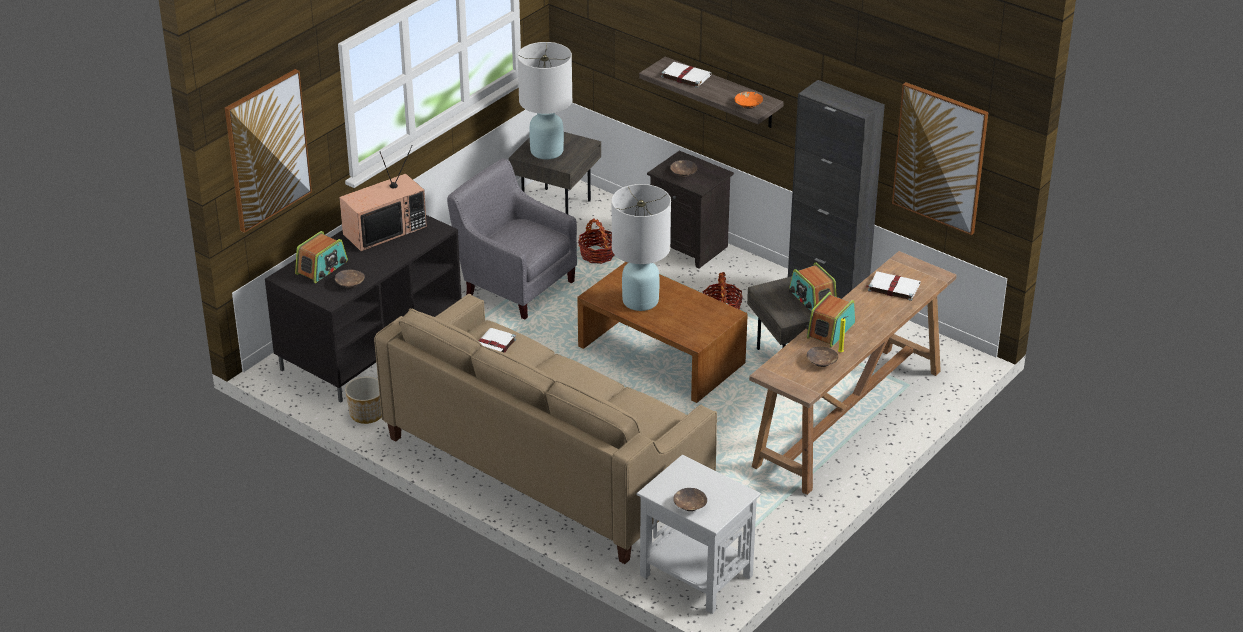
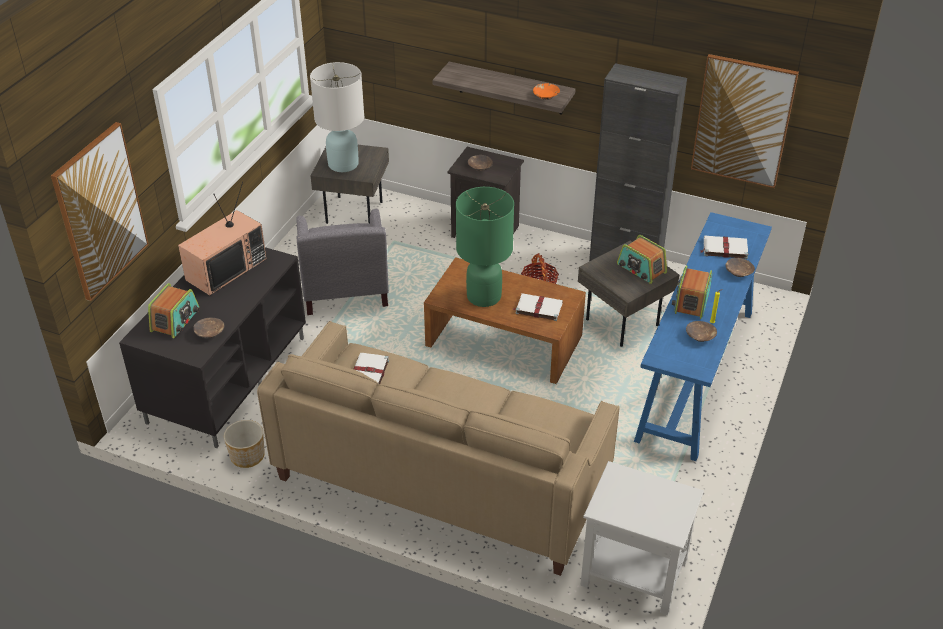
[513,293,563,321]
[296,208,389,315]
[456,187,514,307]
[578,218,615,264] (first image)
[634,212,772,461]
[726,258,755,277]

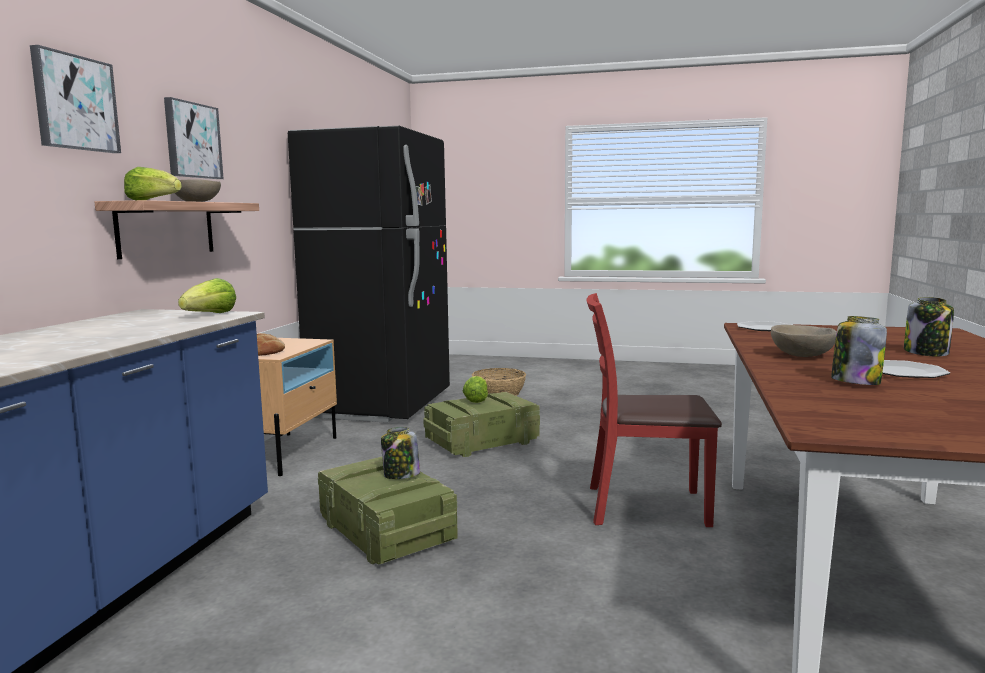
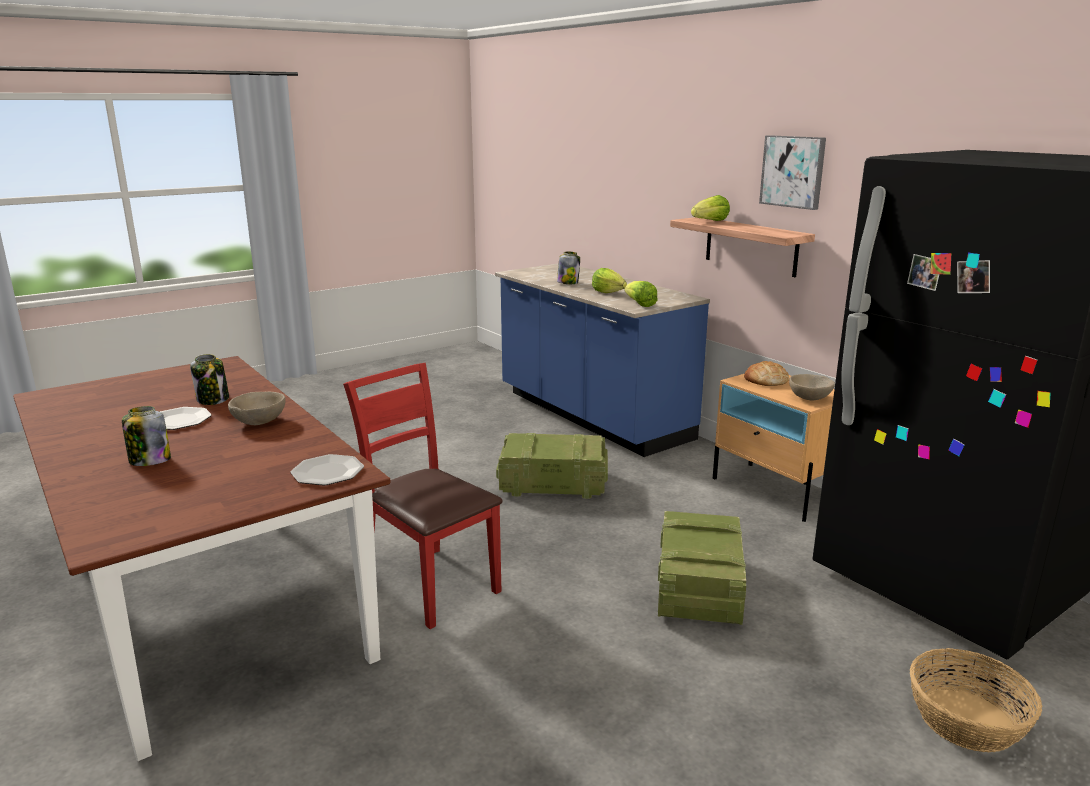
[30,45,121,153] (first image)
[789,374,835,400]
[343,363,503,629]
[592,268,627,293]
[557,252,580,284]

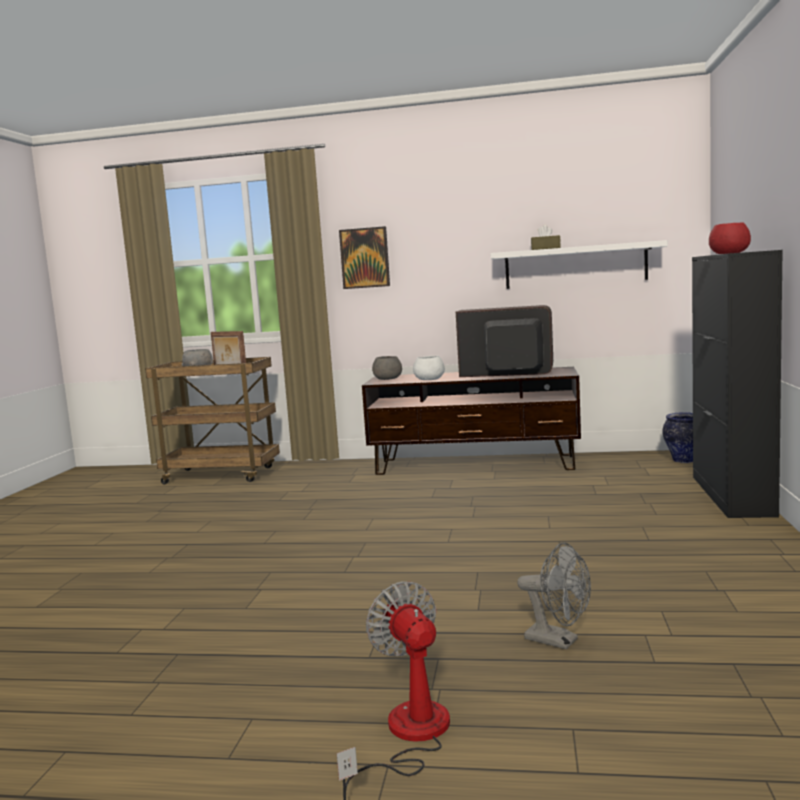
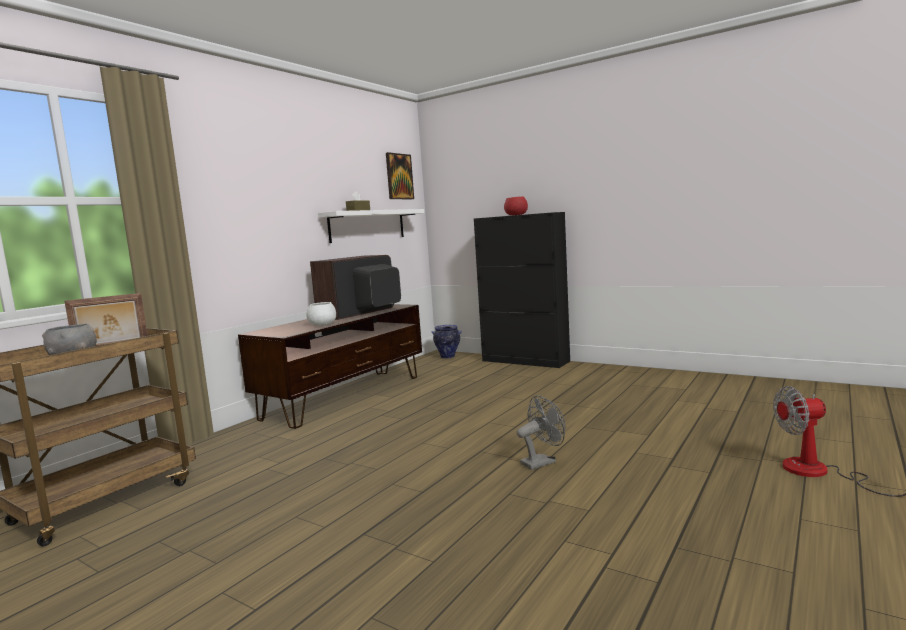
[386,152,414,199]
[372,356,402,380] (first image)
[517,395,565,470]

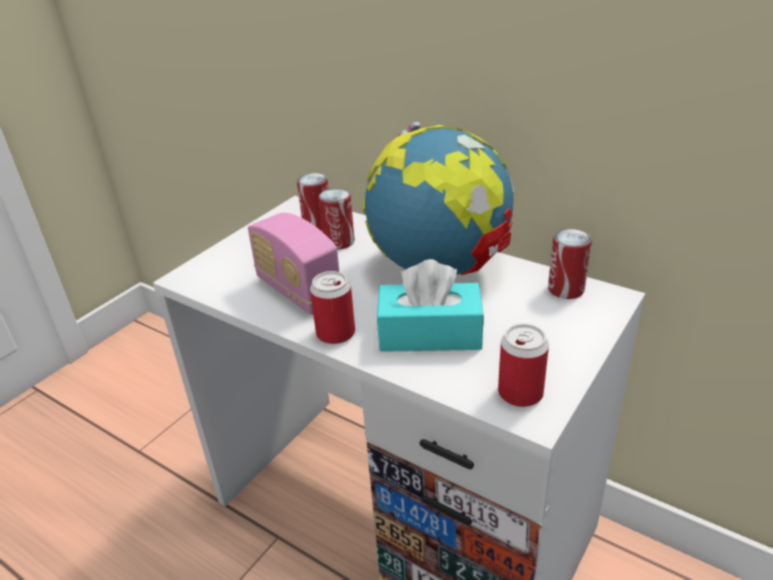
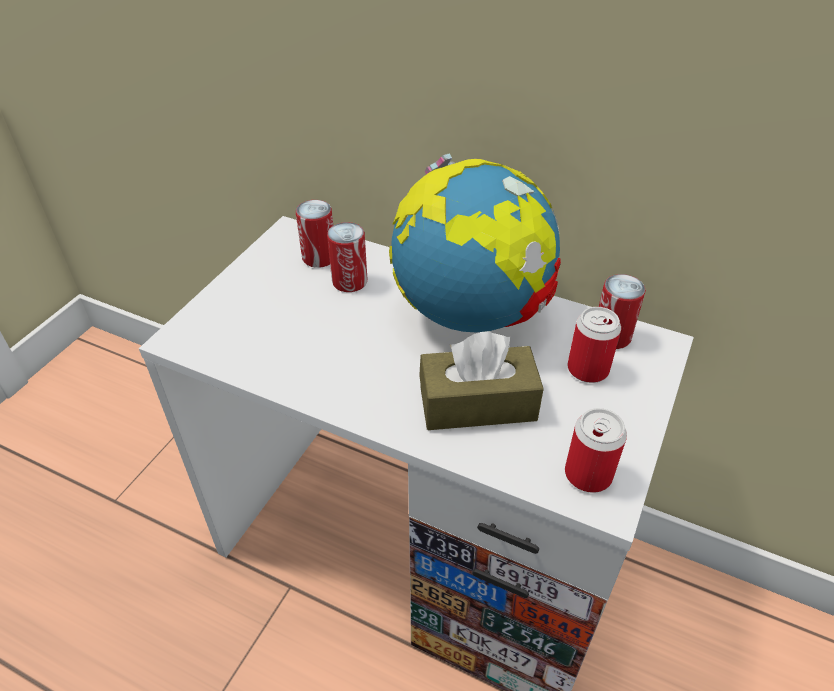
[248,213,340,315] (first image)
[419,331,544,430]
[568,307,621,383]

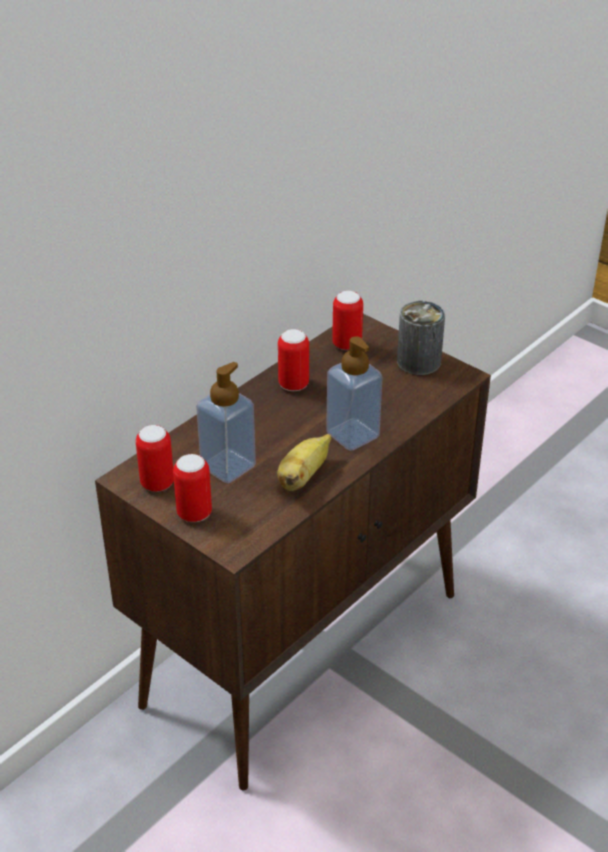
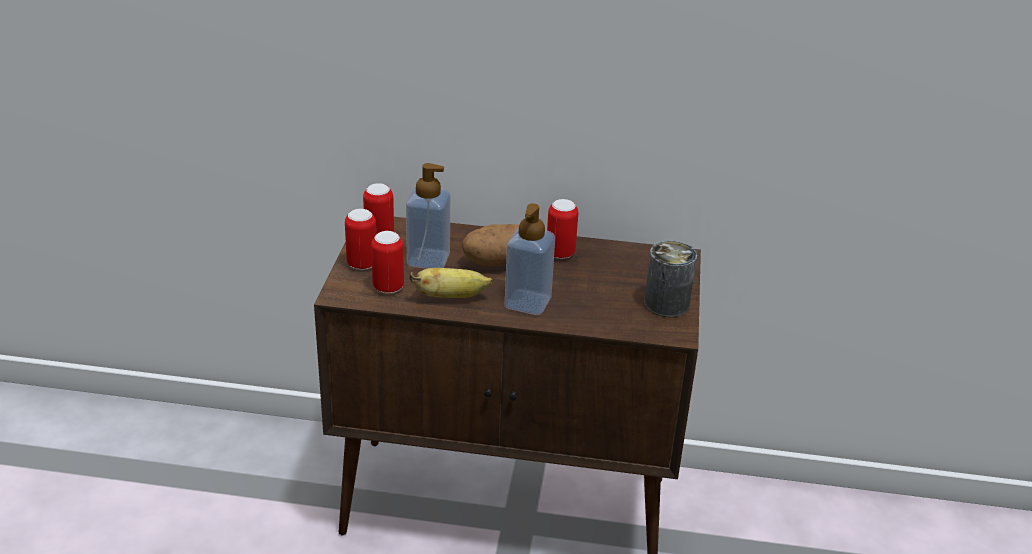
[371,231,404,294]
[461,224,519,267]

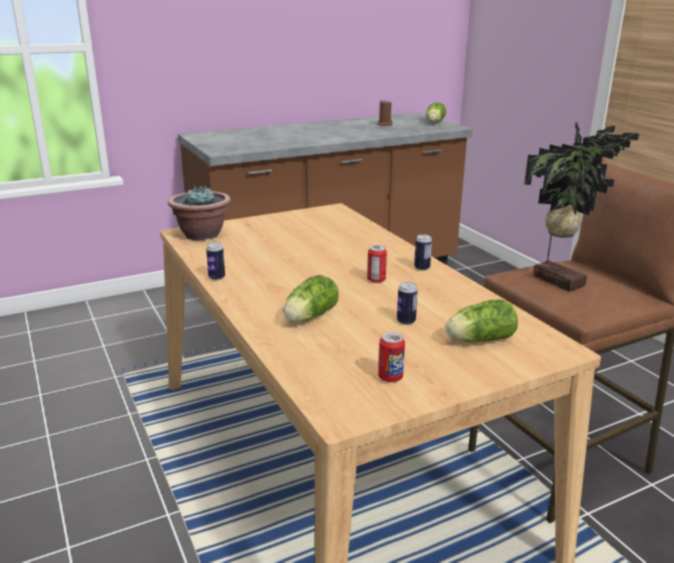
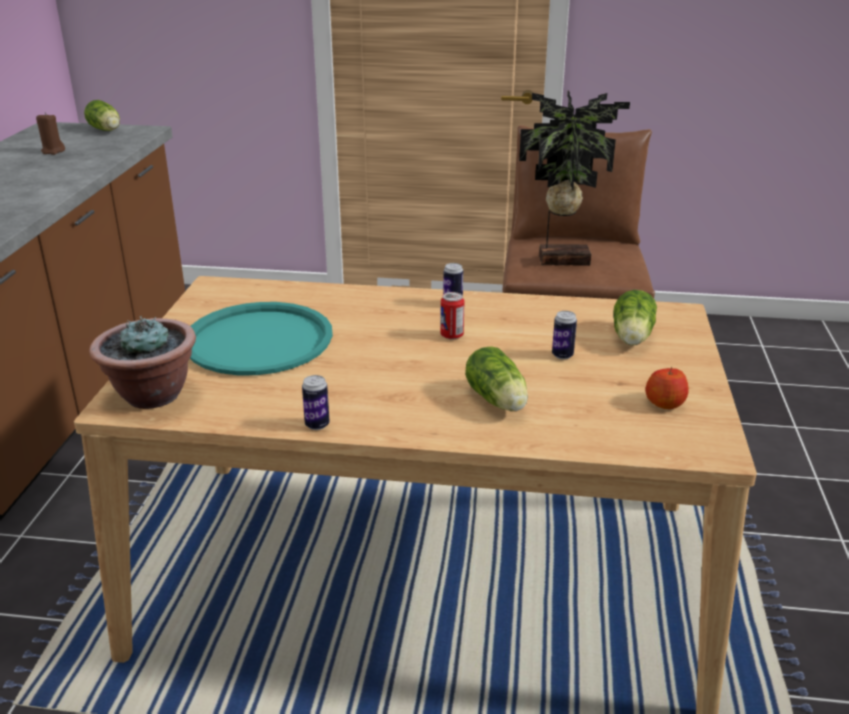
[645,367,689,409]
[190,302,333,375]

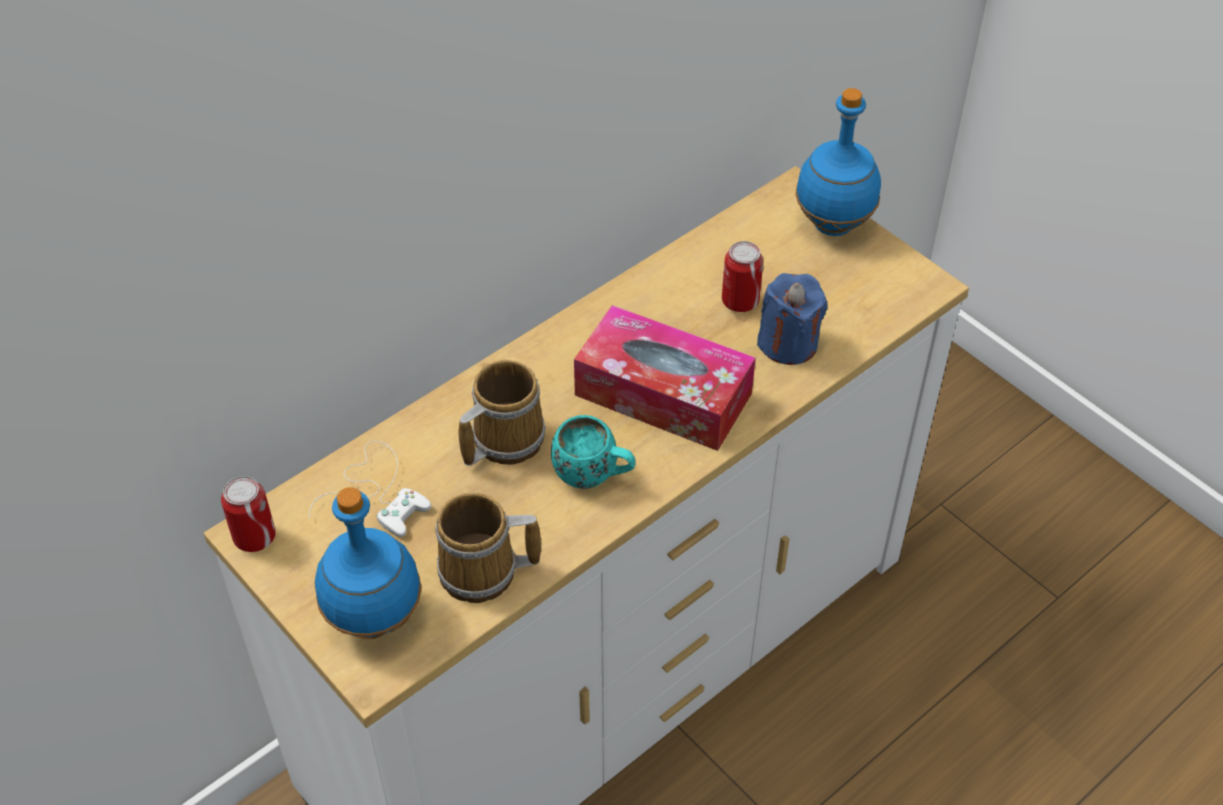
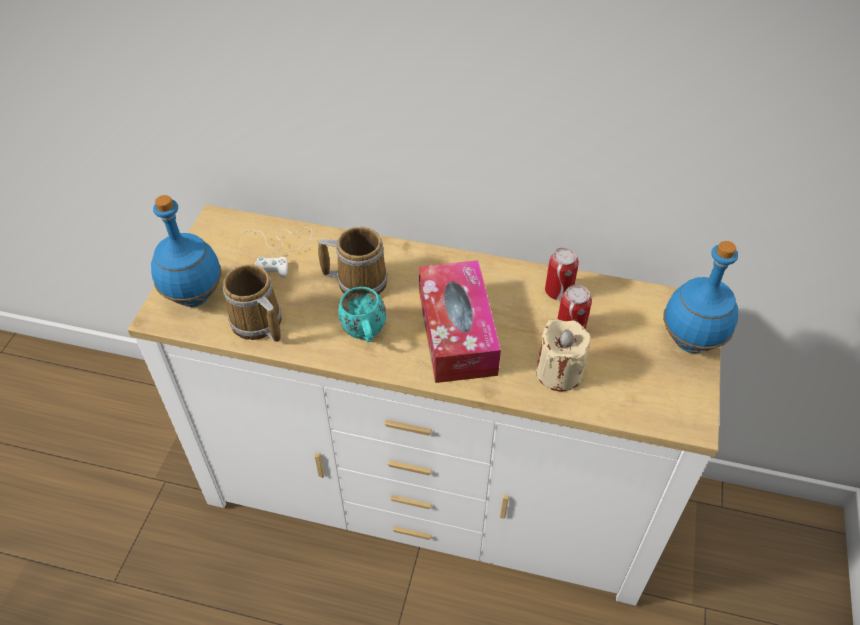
[536,319,590,392]
[545,247,579,300]

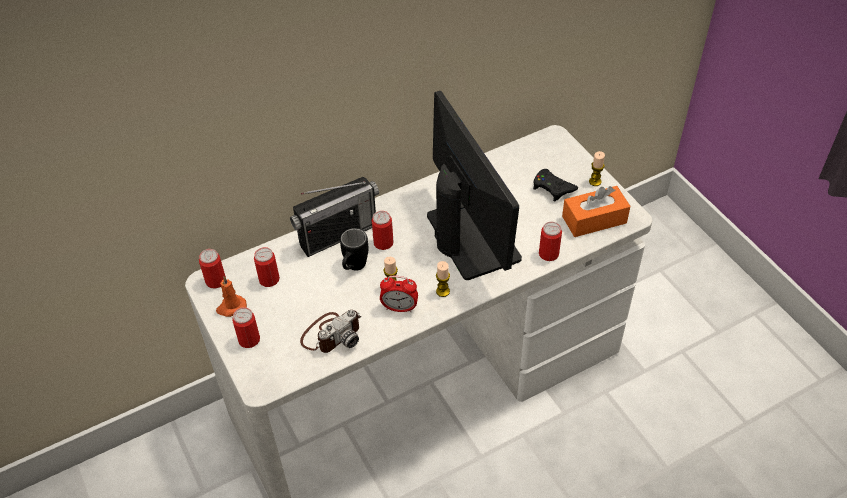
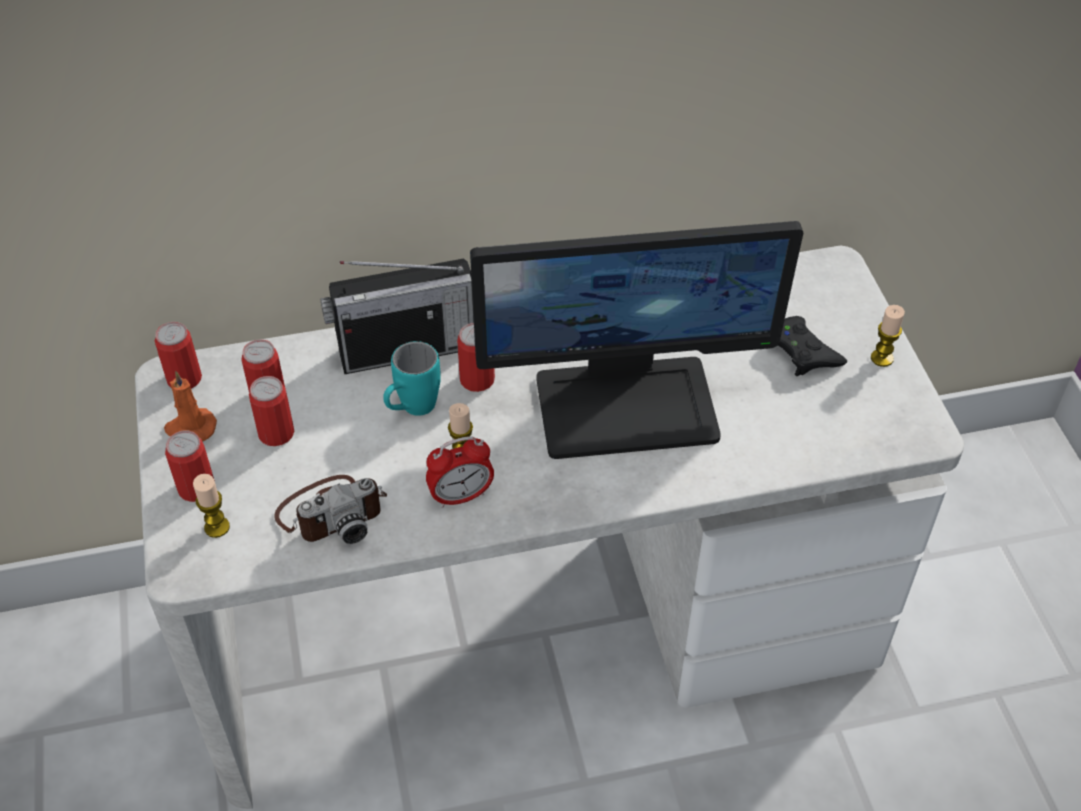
[470,221,803,459]
[562,186,631,237] (first image)
[249,376,294,446]
[383,341,441,416]
[193,474,230,538]
[426,436,494,508]

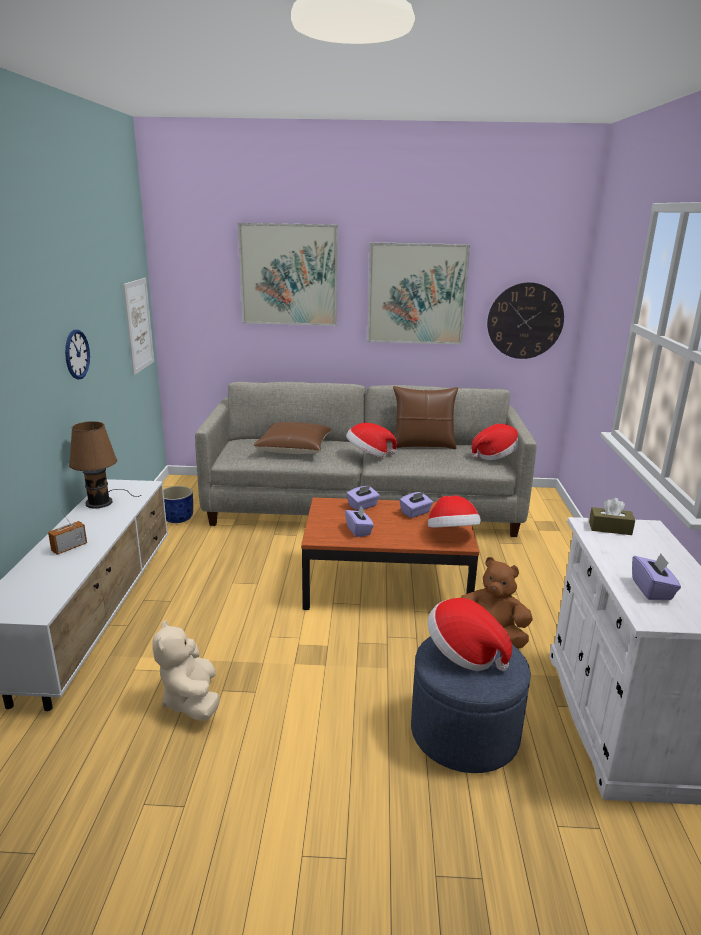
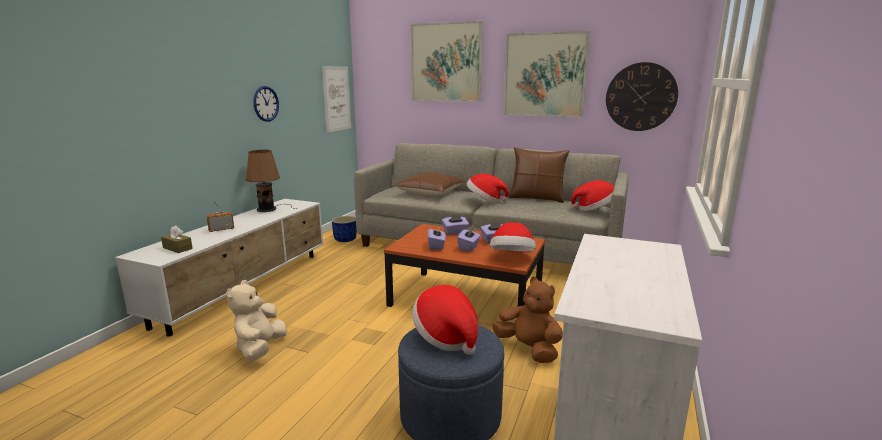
[161,226,193,253]
[457,227,480,251]

